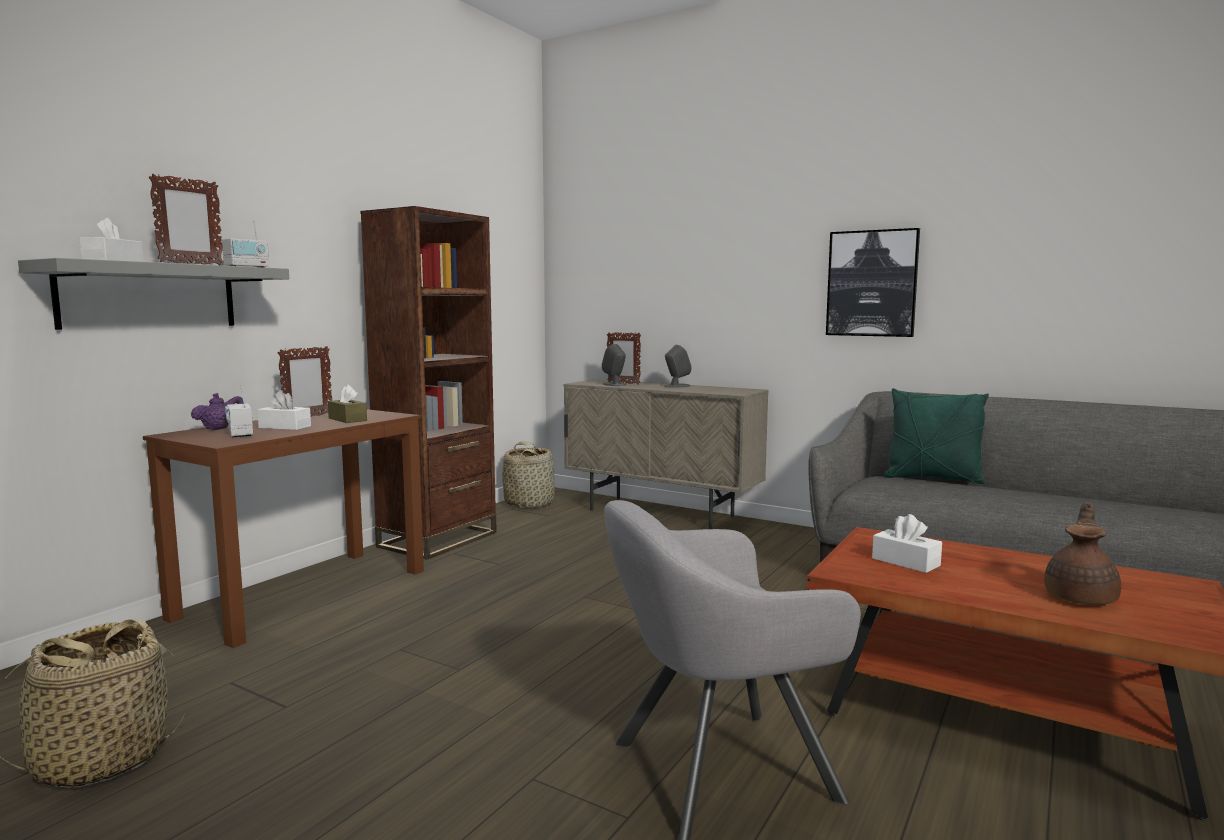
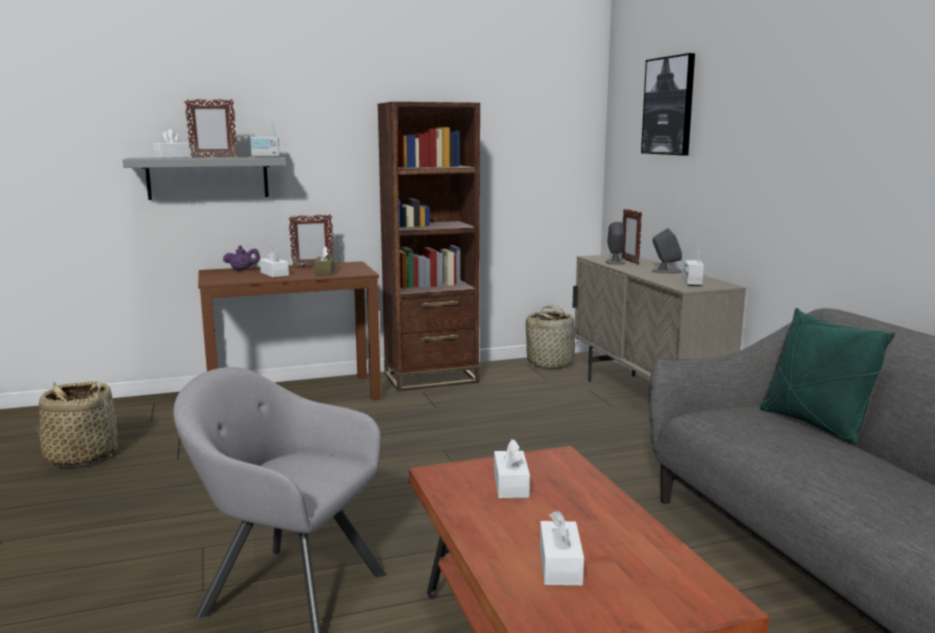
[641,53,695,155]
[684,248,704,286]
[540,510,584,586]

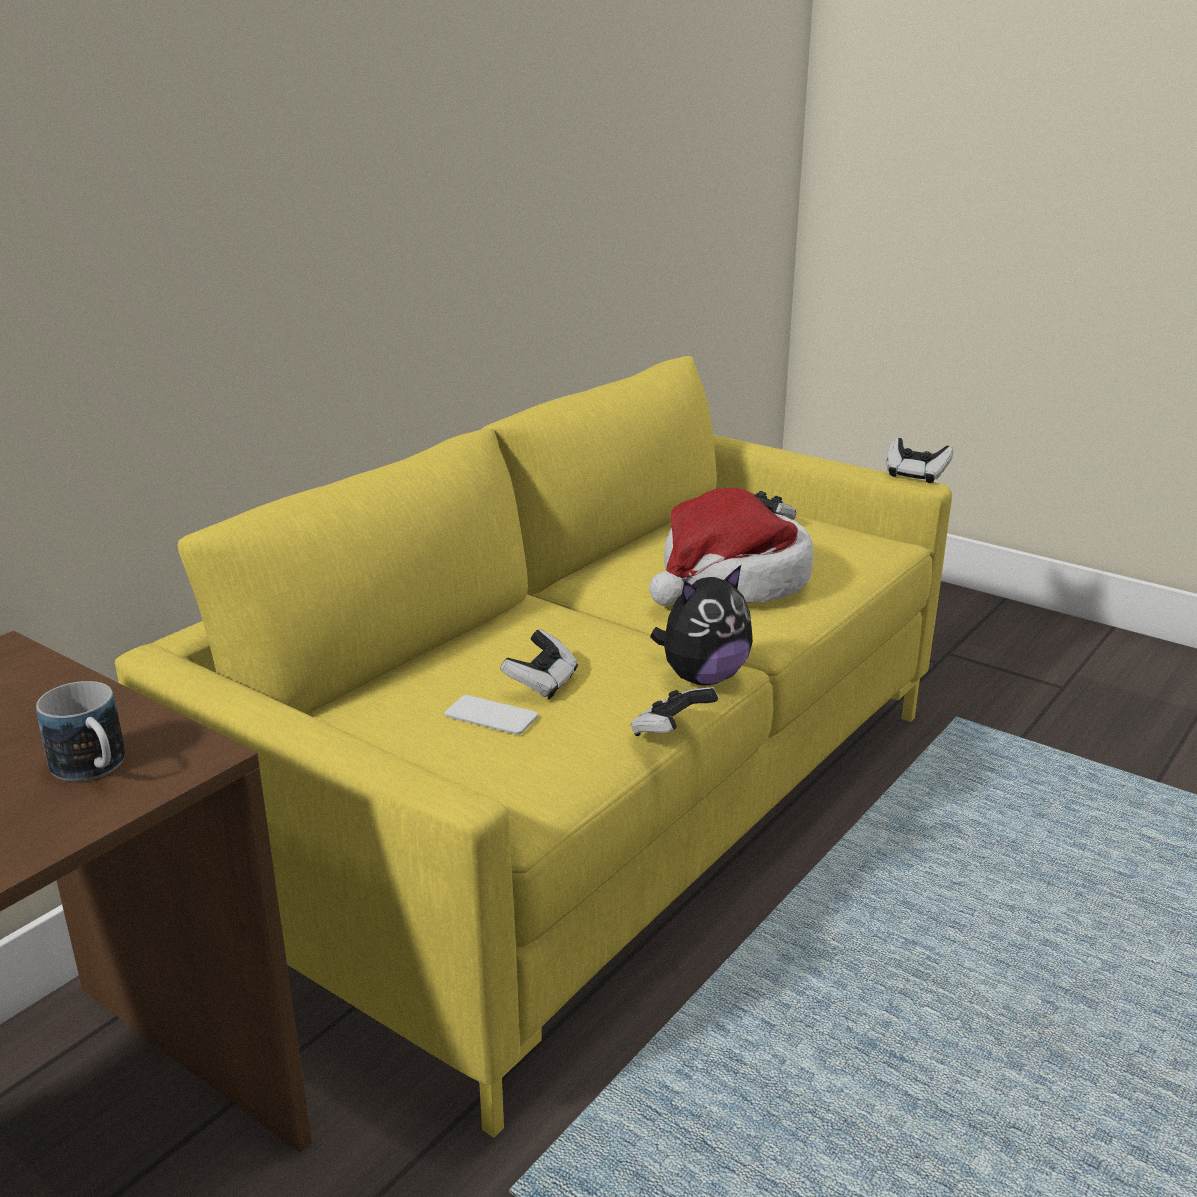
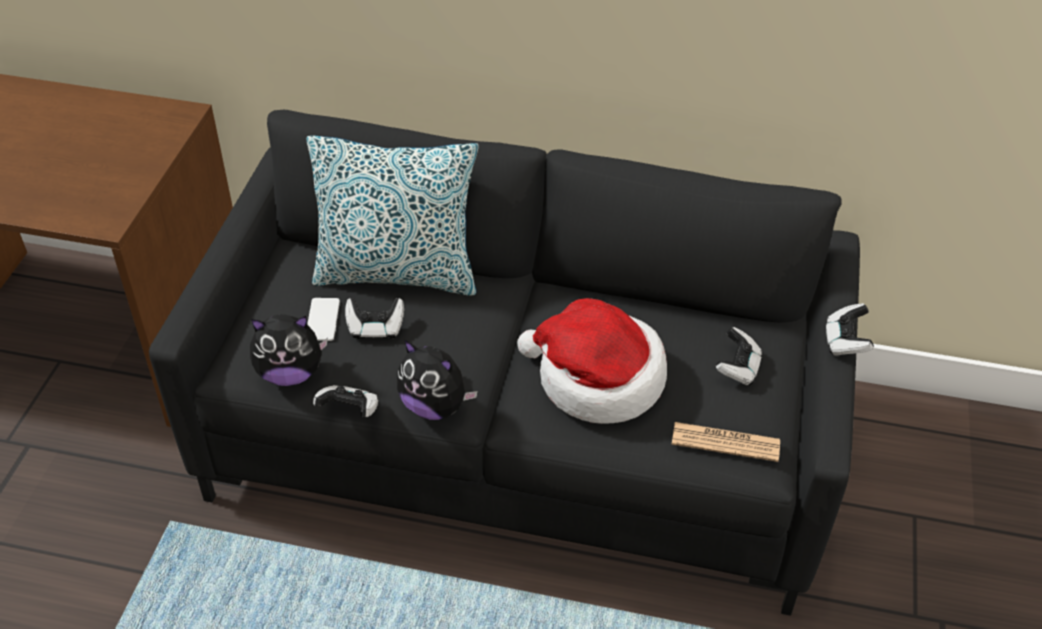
[149,110,860,616]
[826,303,874,356]
[36,681,125,782] (first image)
[306,135,479,296]
[250,314,328,386]
[672,422,780,462]

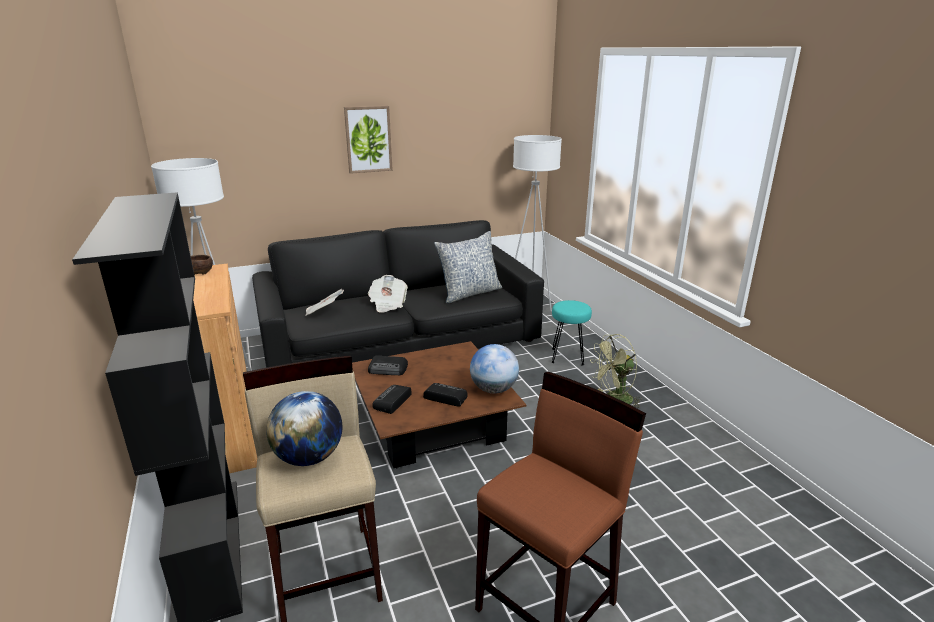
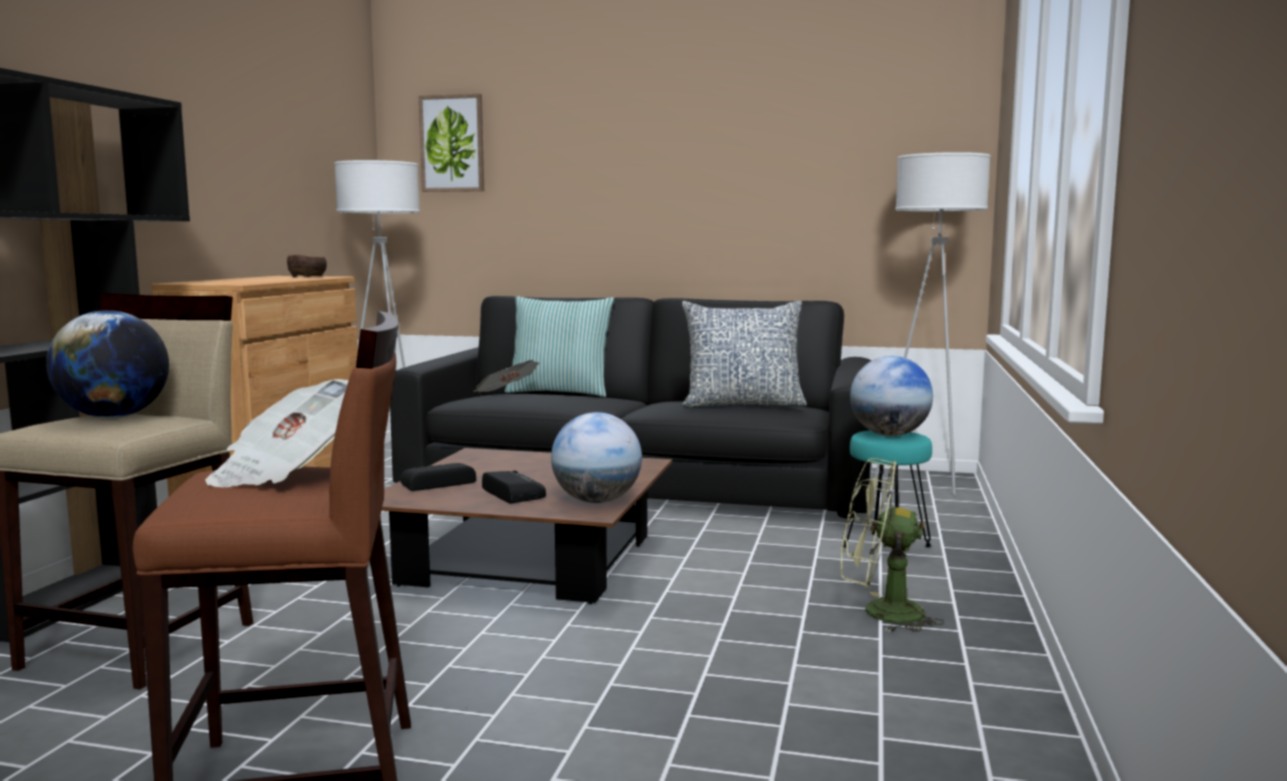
[419,94,484,192]
[205,379,349,487]
[368,356,408,375] (first image)
[505,296,614,397]
[850,356,933,436]

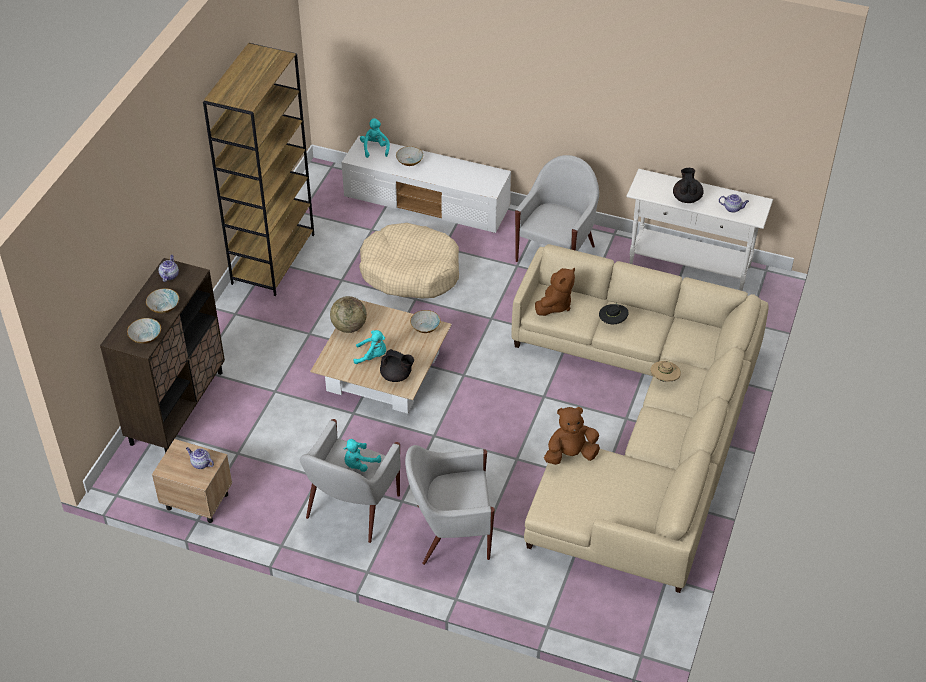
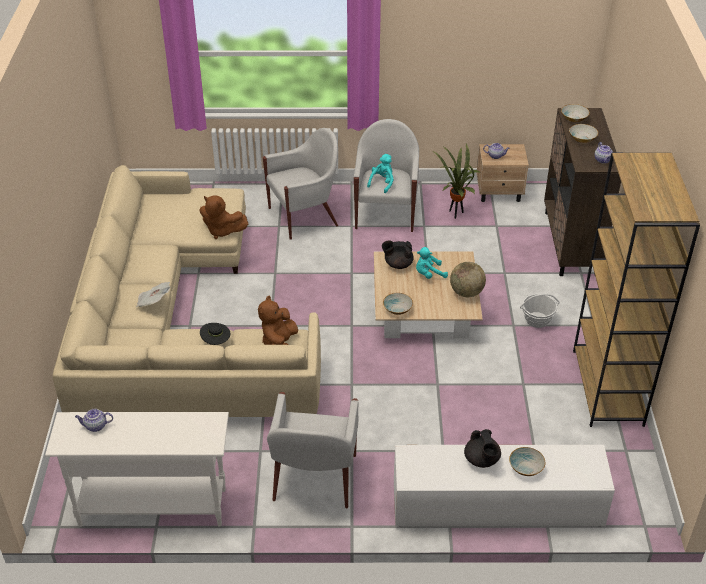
[360,118,390,158] (first image)
[464,429,501,468]
[359,223,459,298] (first image)
[136,282,170,307]
[199,195,248,239]
[432,144,481,219]
[520,294,560,328]

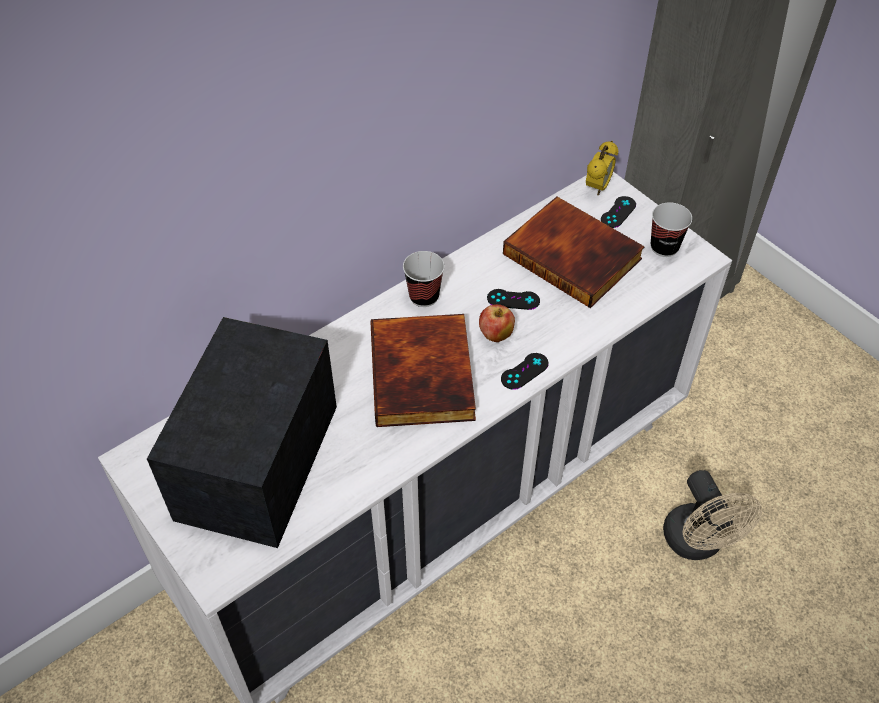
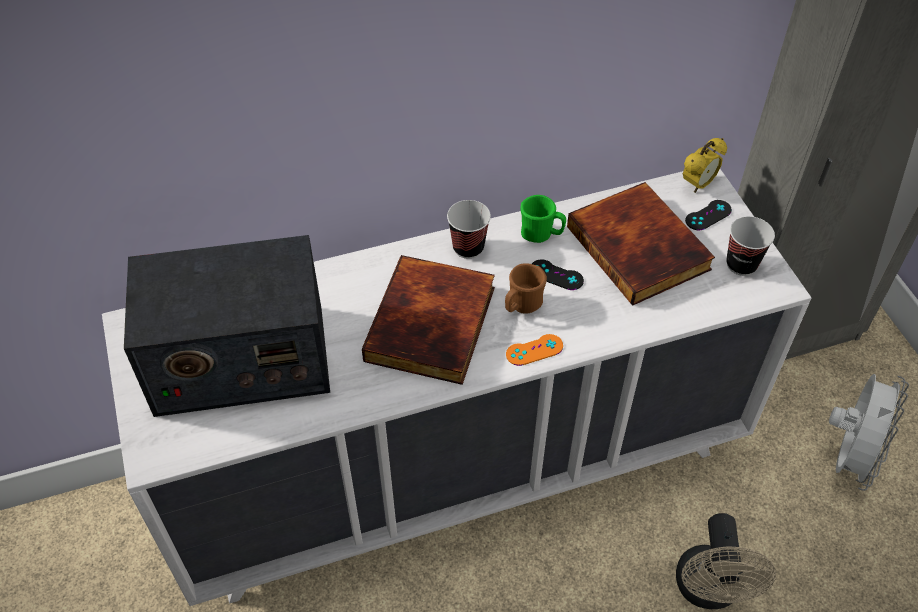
[505,263,547,314]
[124,235,330,417]
[506,334,563,366]
[520,195,566,243]
[829,374,909,491]

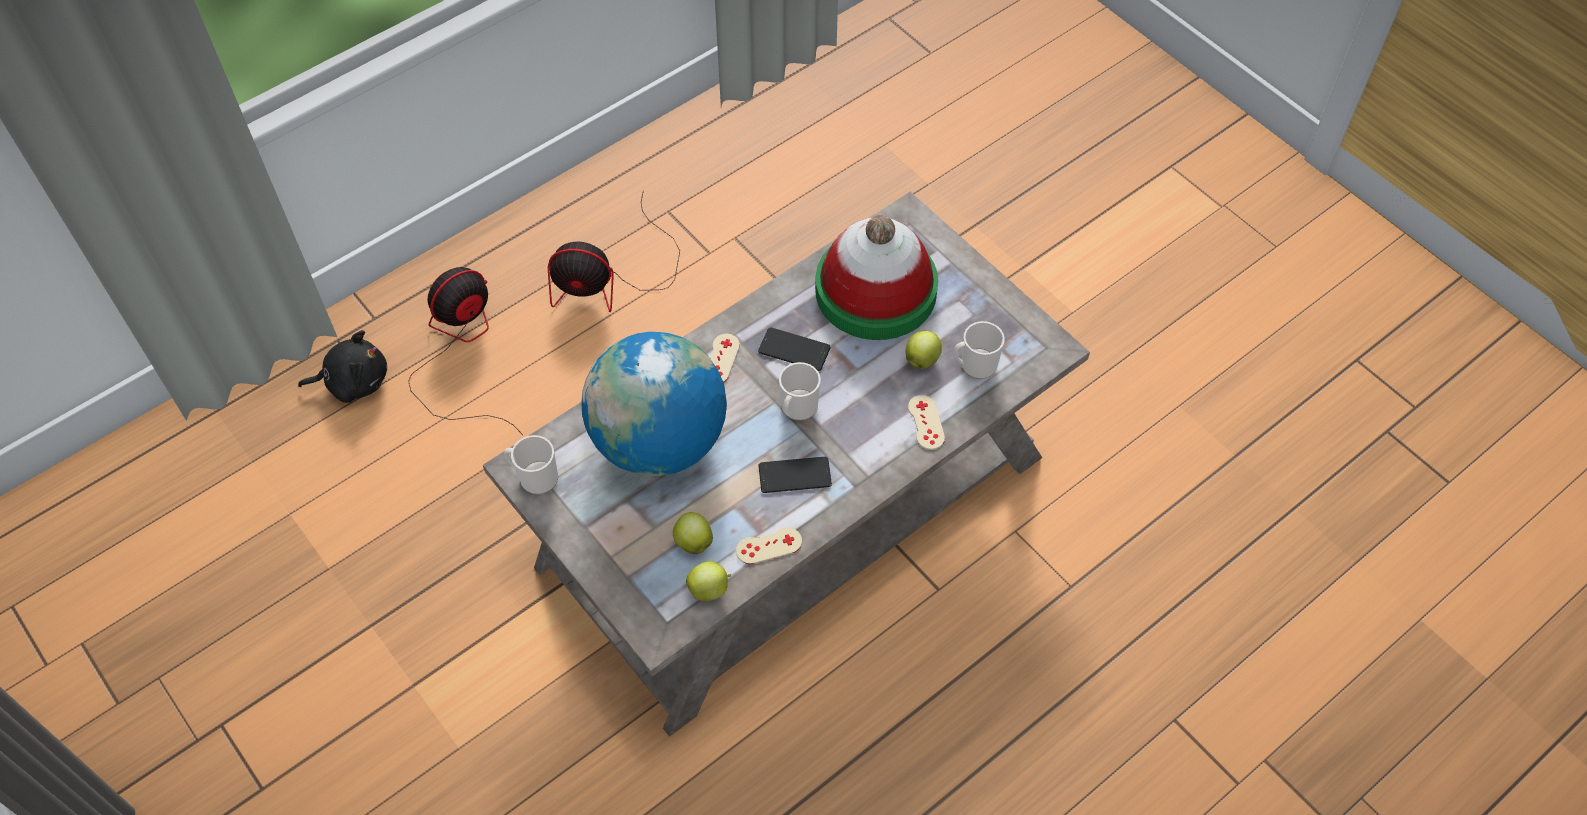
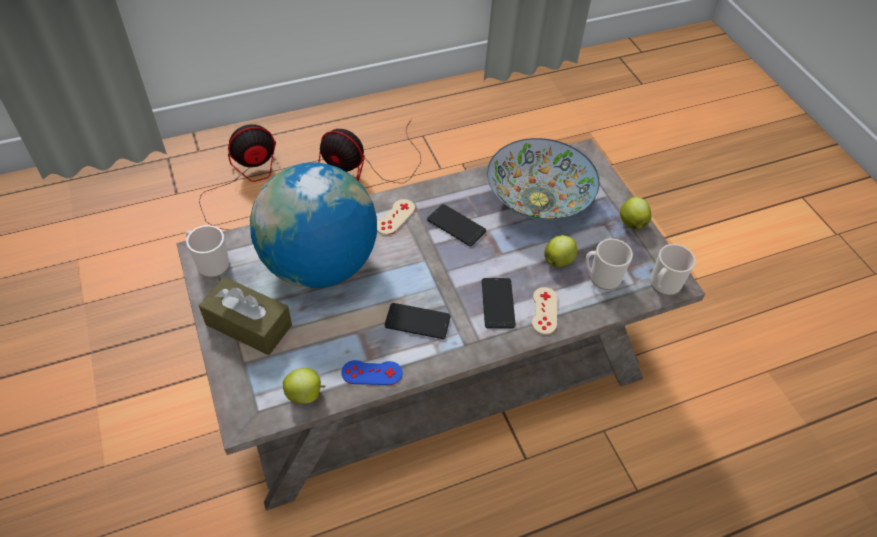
[487,138,600,220]
[298,330,387,403] (first image)
[650,244,696,295]
[620,197,651,229]
[341,360,402,385]
[199,277,292,355]
[482,278,516,329]

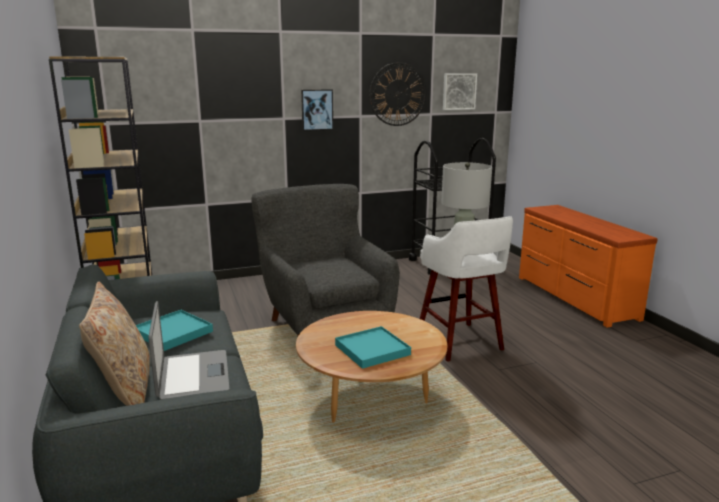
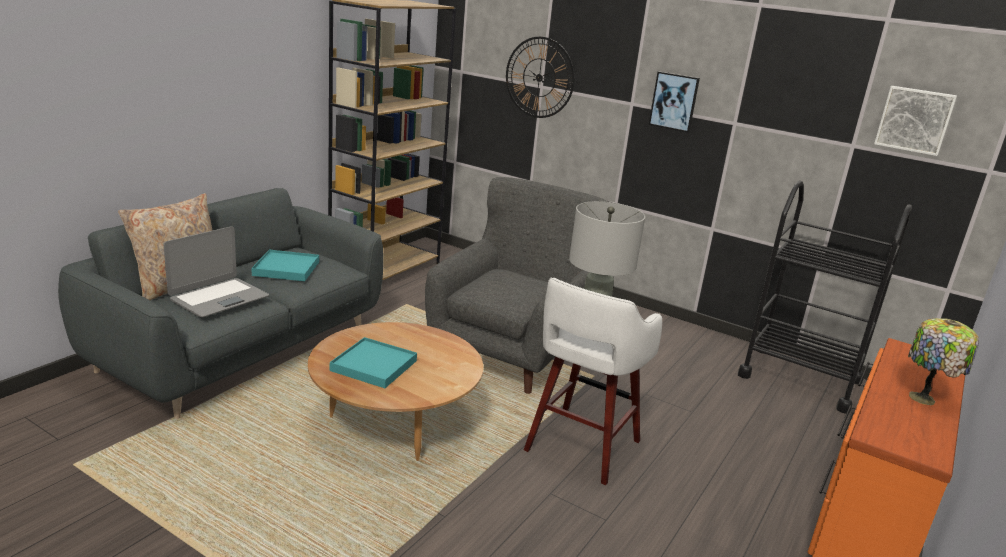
[506,37,575,118]
[908,318,979,405]

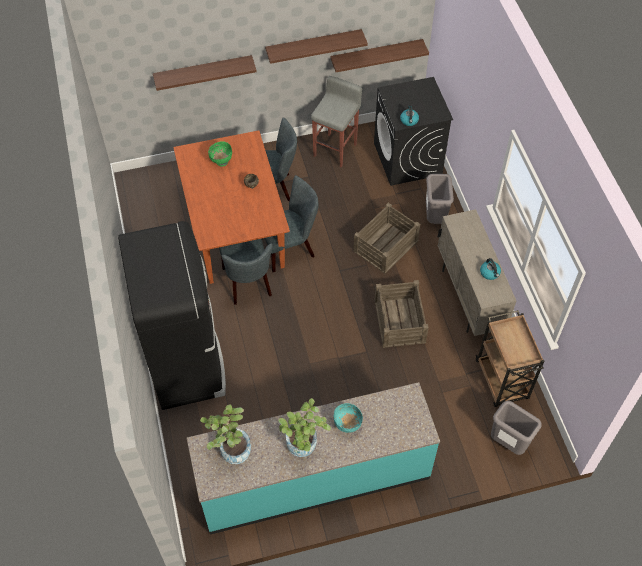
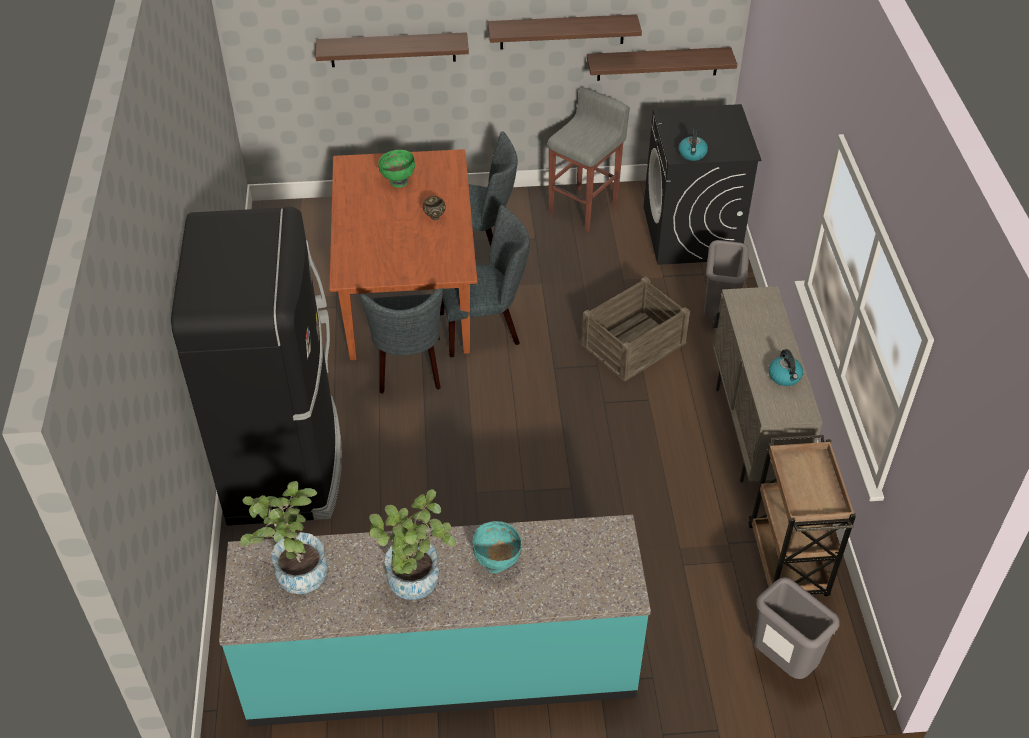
[375,280,429,348] (first image)

